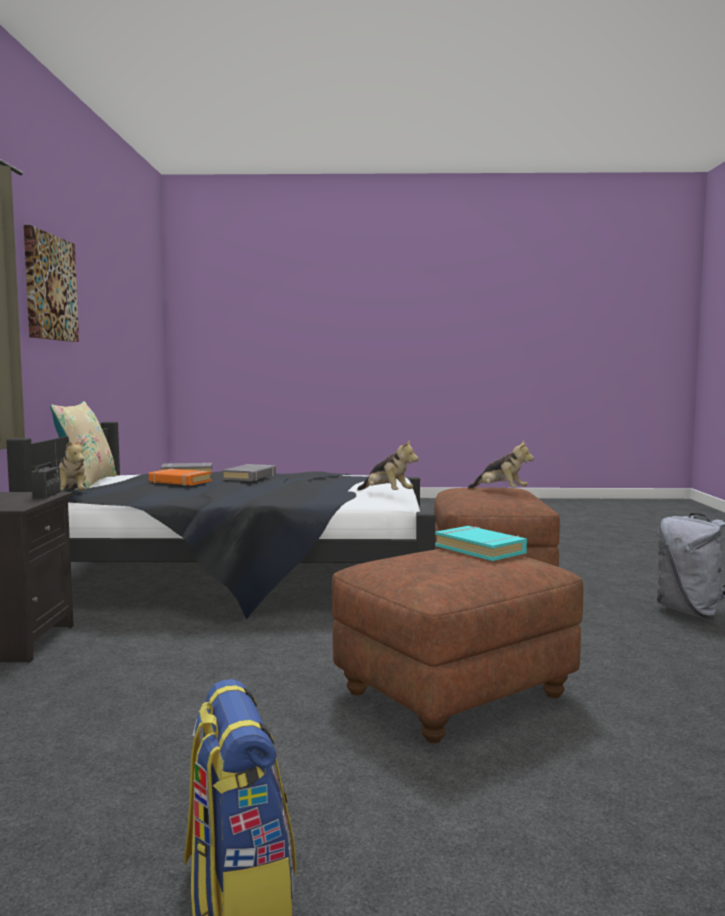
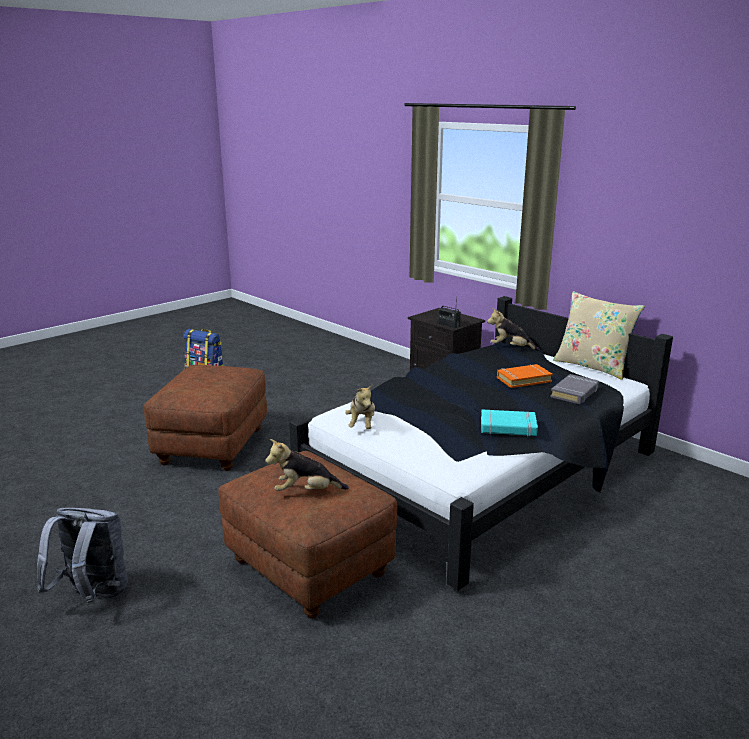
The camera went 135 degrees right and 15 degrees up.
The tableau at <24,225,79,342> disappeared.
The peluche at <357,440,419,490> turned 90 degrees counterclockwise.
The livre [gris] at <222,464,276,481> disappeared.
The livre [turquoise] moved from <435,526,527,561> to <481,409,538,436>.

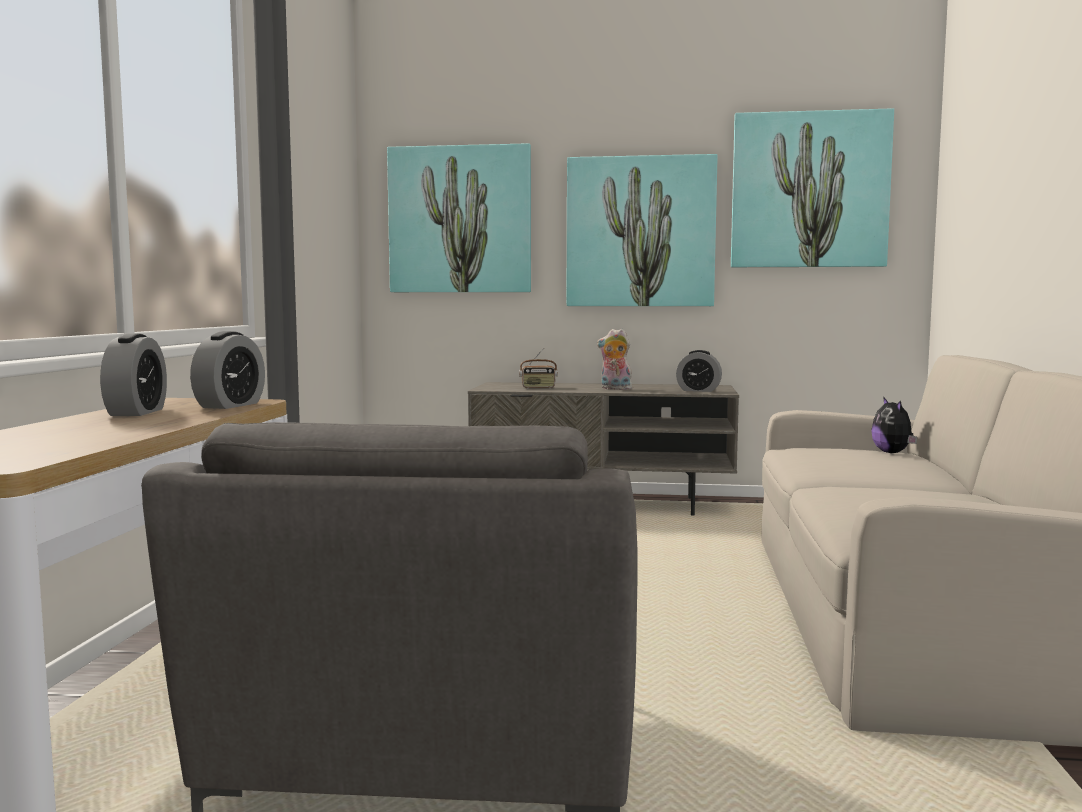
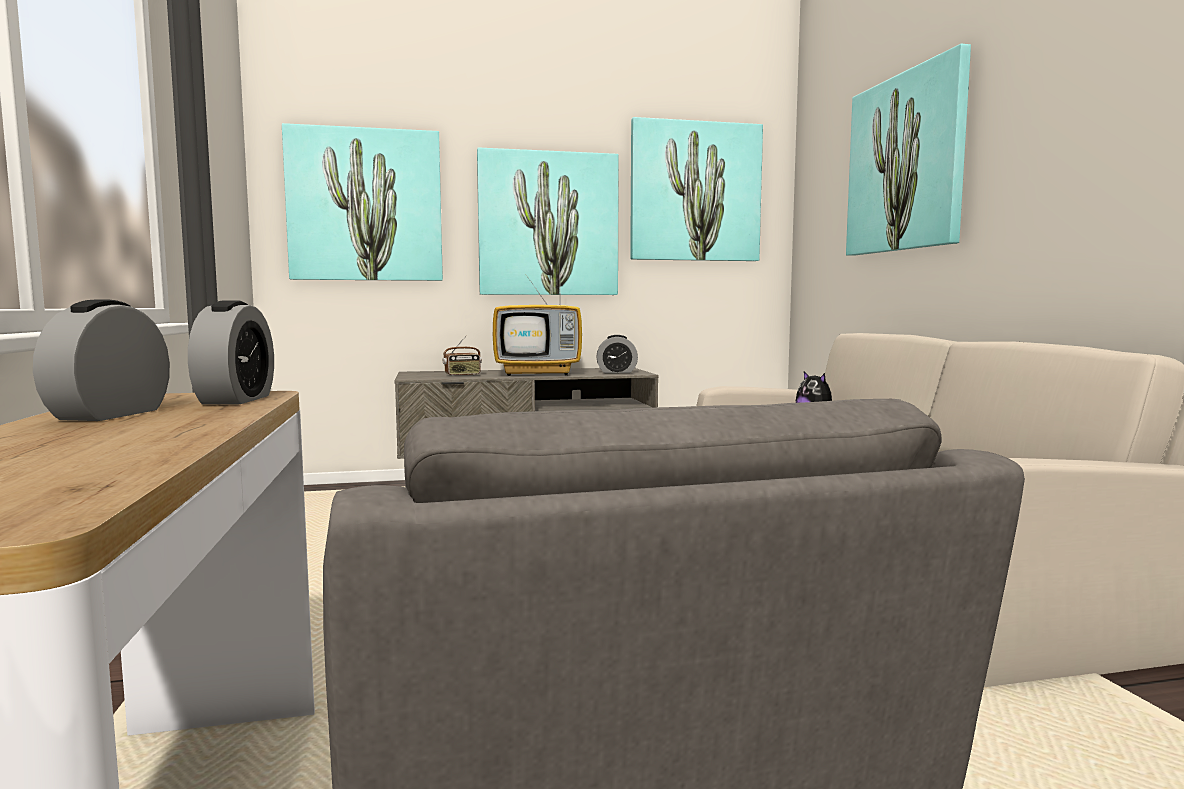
The camera went 20 degrees left and 0 degrees up.
The peluche at <597,329,632,390> was replaced by the téléviseur at <493,272,582,376>.
The réveil at <100,333,167,416> turned 150 degrees counterclockwise.
The tableau at <846,43,971,256> appeared.

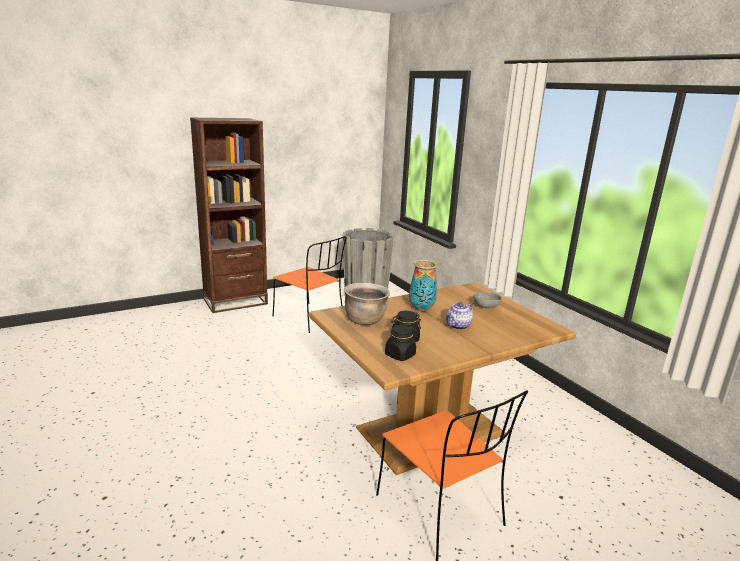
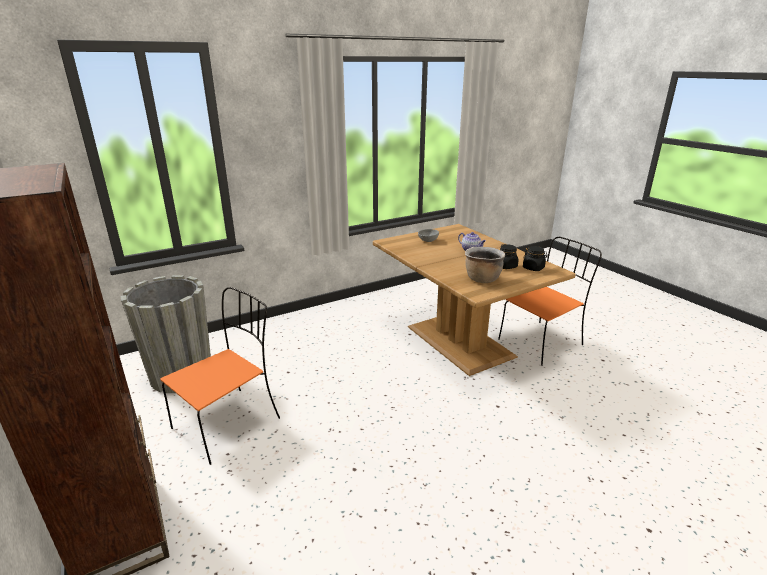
The camera went 90 degrees left and 5 degrees up.
The vase at <409,260,438,312> disappeared.

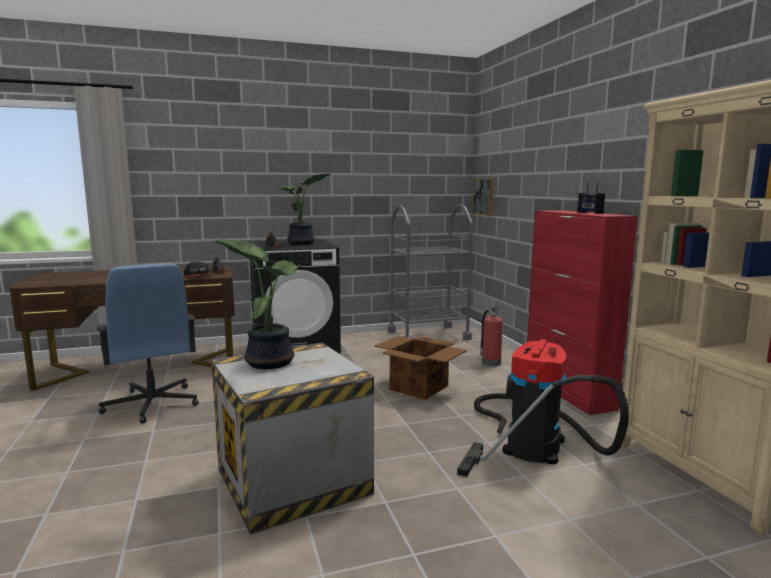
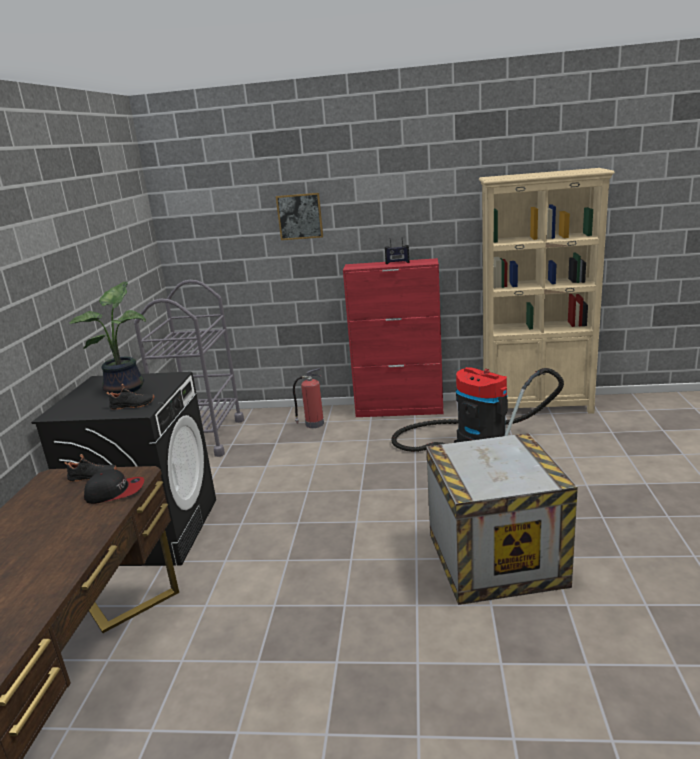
The camera went 65 degrees left and 10 degrees up.
The tableau moved from <472,179,493,216> to <276,193,323,240>.
The plante en pot at <214,239,301,369> disappeared.
The chaise de bureau [bleu] at <97,263,199,424> disappeared.
The carton at <374,336,467,400> disappeared.

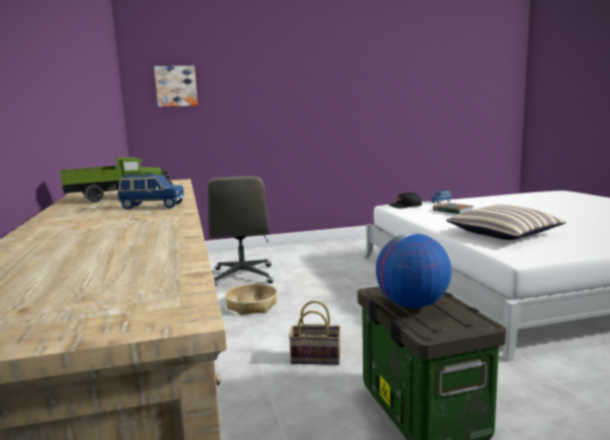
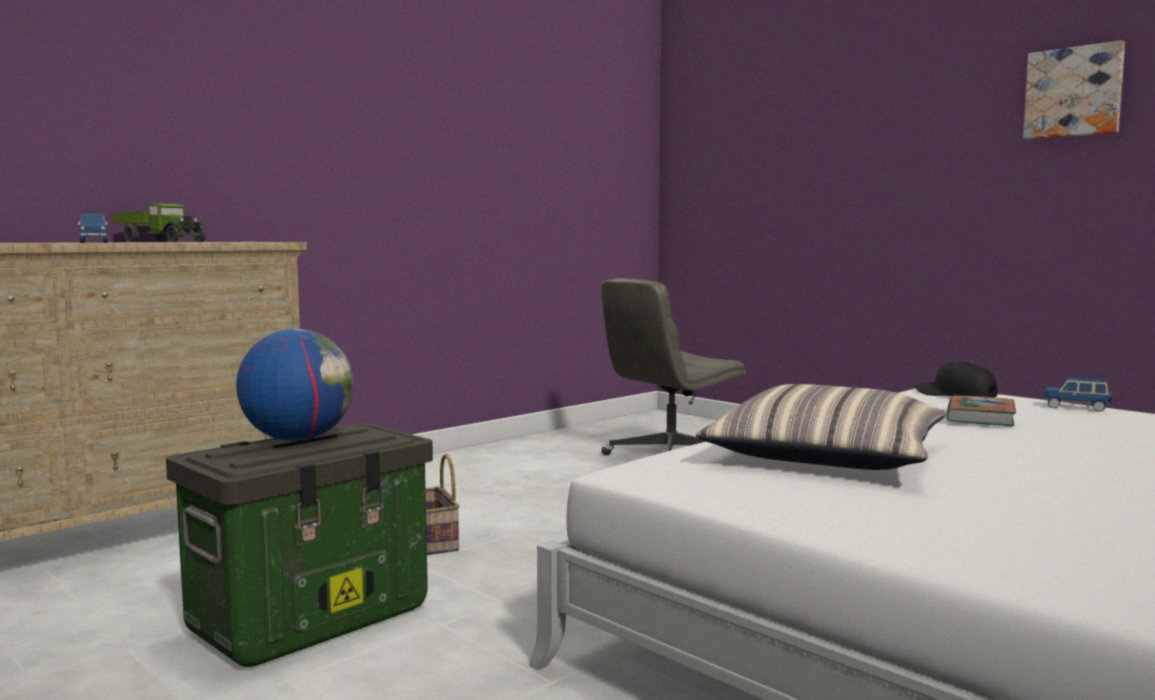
The camera went 60 degrees right and 5 degrees down.
The tableau moved from <154,66,198,107> to <1023,40,1125,140>.
The panier at <225,284,277,316> disappeared.

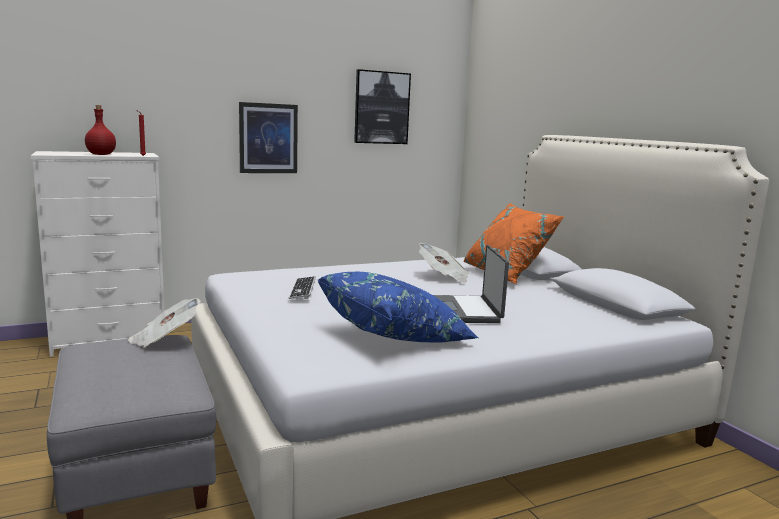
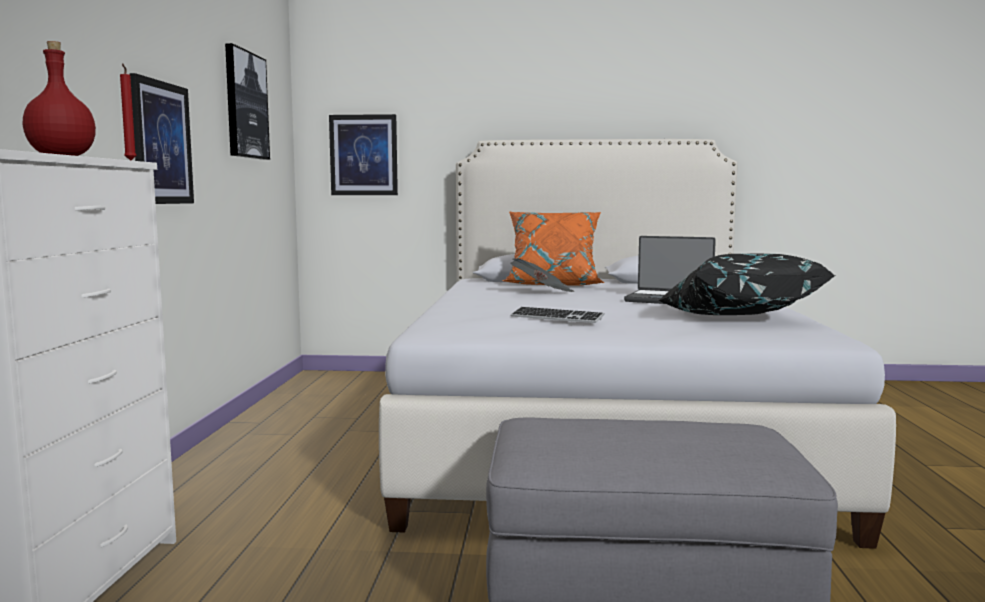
The camera went 60 degrees left and 5 degrees down.
The coussin [bleu] at <317,272,478,343> became the coussin [noir] at <658,254,836,315>.
The journal at <128,298,201,347> disappeared.
The tableau at <329,114,398,195> appeared.

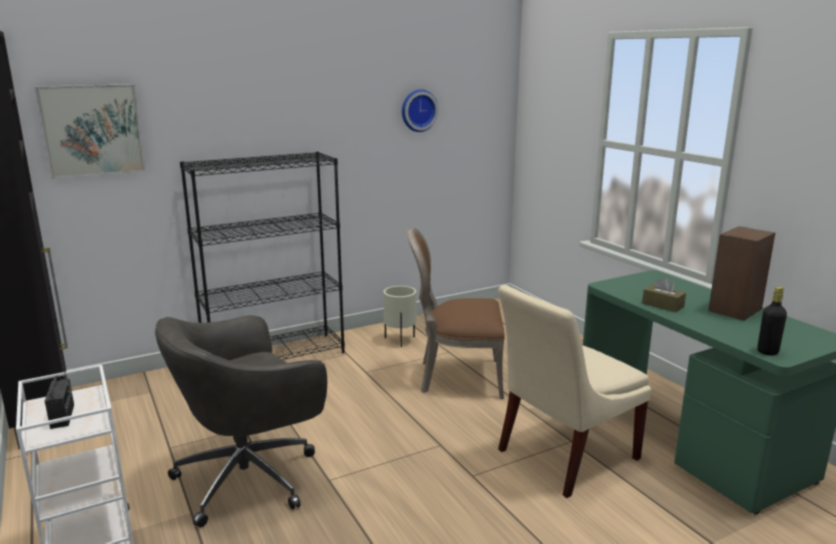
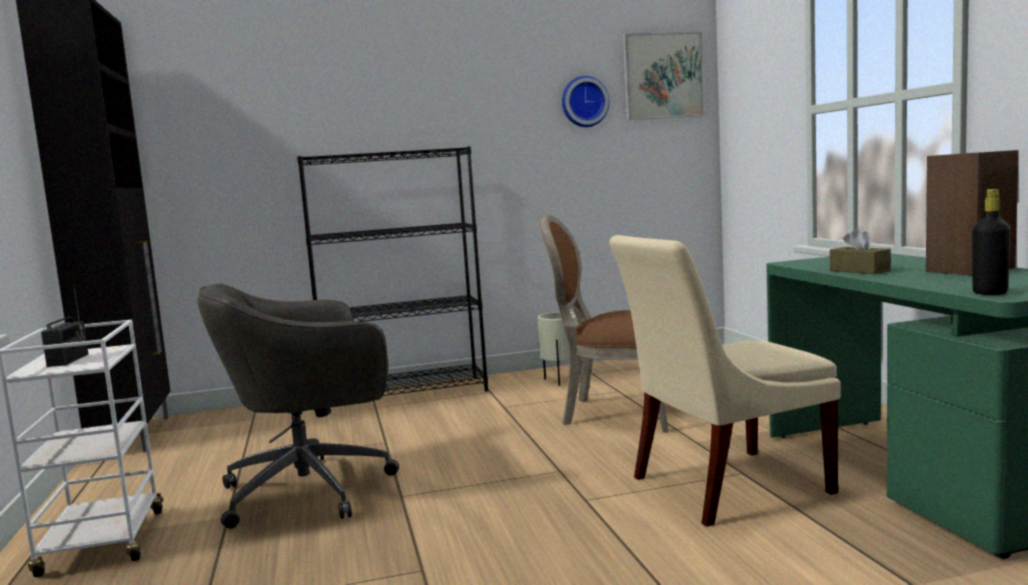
The camera went 15 degrees right and 10 degrees down.
The tableau moved from <35,84,146,179> to <623,32,705,120>.

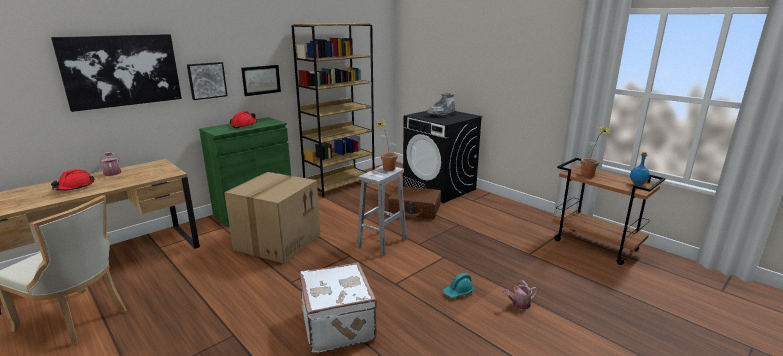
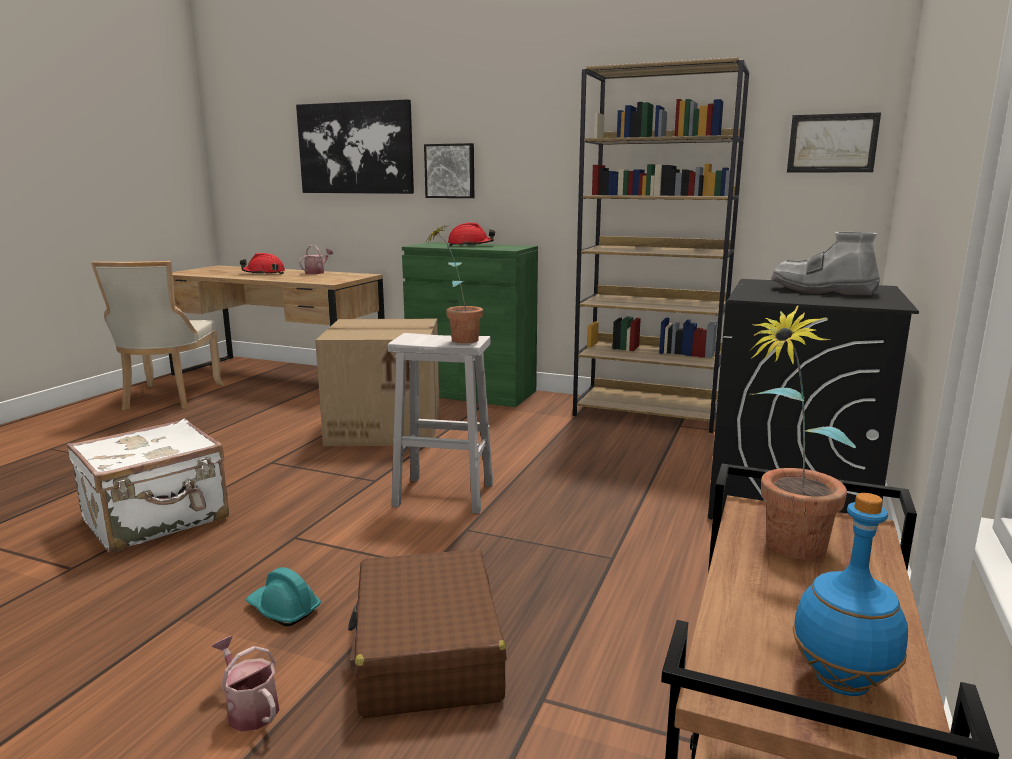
The camera went 65 degrees right and 5 degrees down.
The tableau moved from <241,65,281,96> to <787,112,881,173>.
The valise [marron] moved from <388,186,441,219> to <348,549,507,718>.

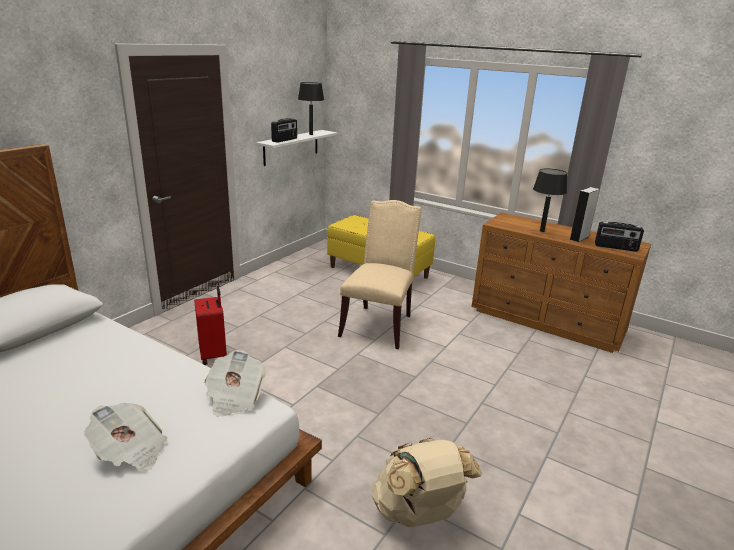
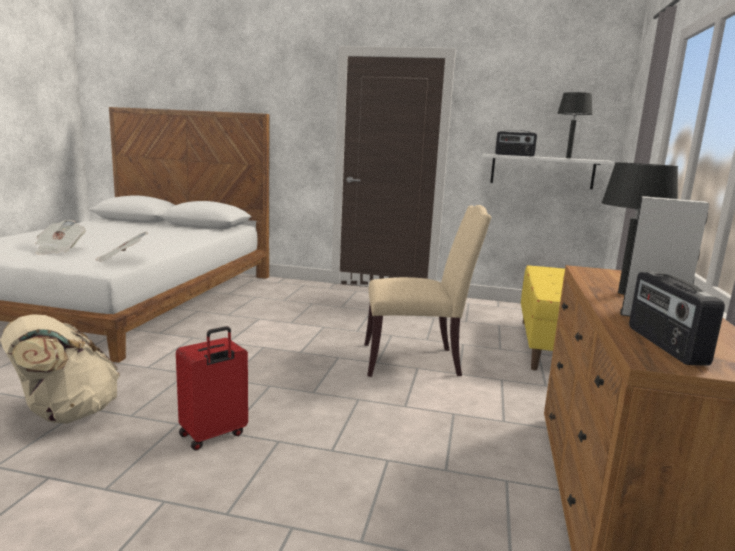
The camera went 70 degrees right and 10 degrees down.
The valise [rouge] moved from <194,286,227,365> to <176,326,248,451>.

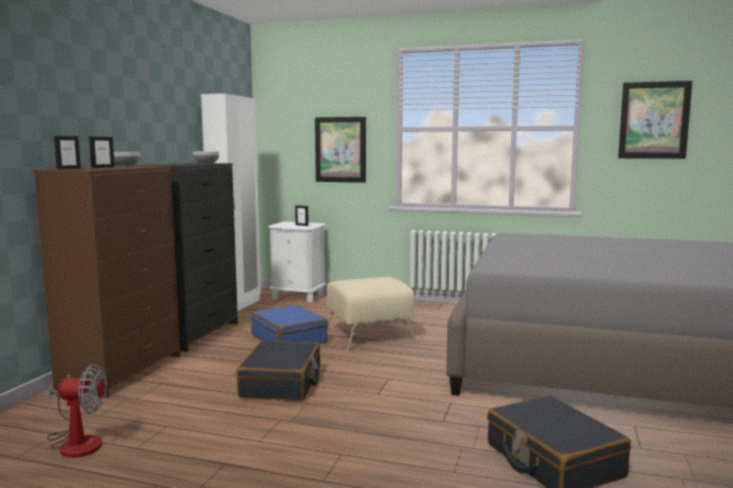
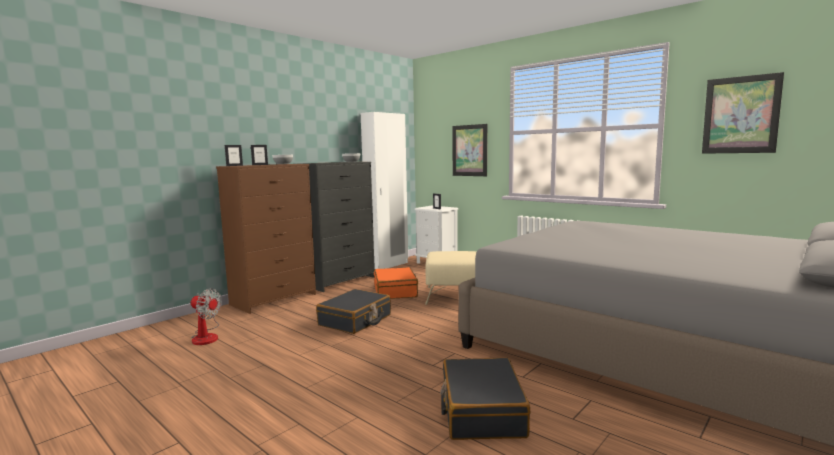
The camera went 25 degrees right and 0 degrees up.
The valise [bleu] at <251,305,328,344> became the valise [orange] at <374,267,418,299>.

